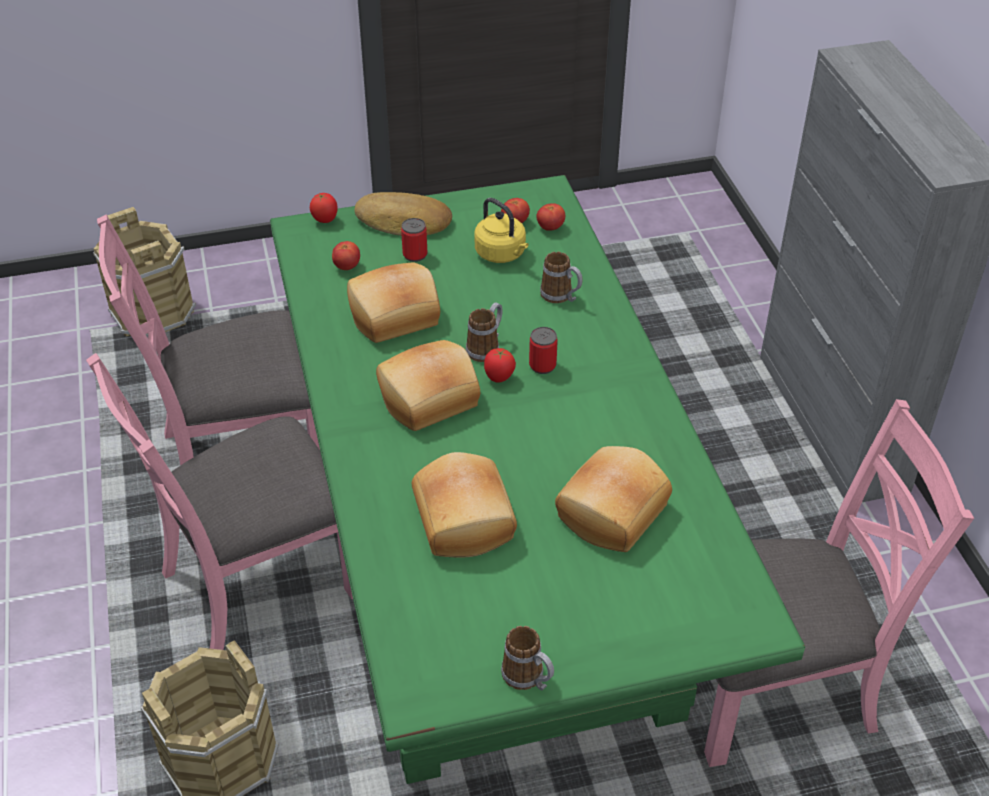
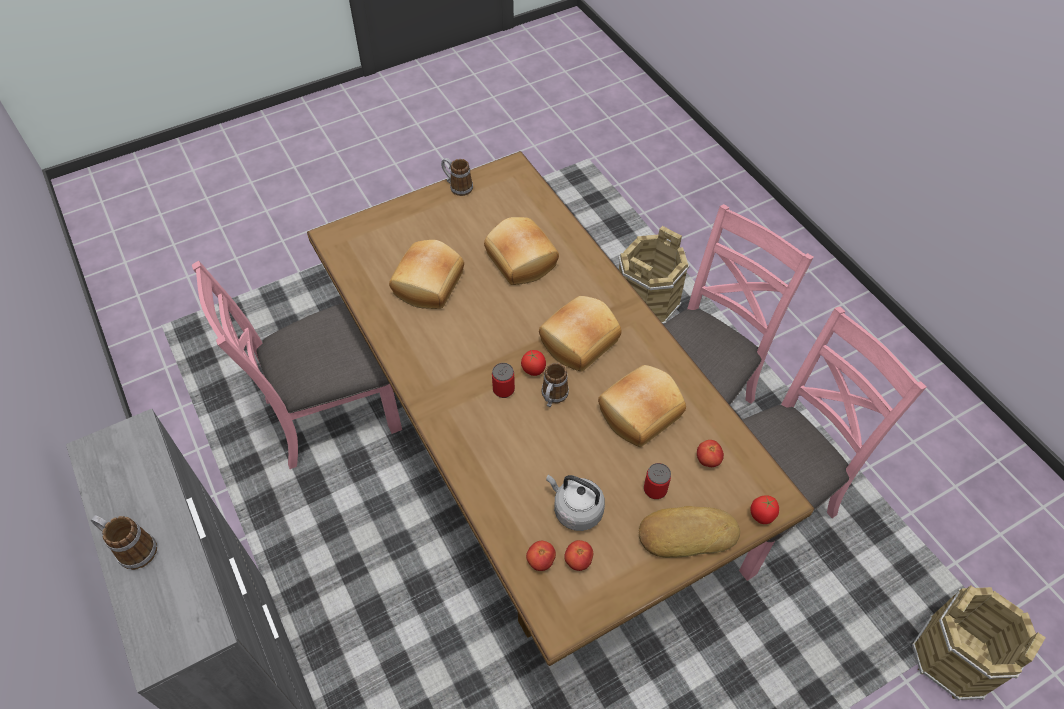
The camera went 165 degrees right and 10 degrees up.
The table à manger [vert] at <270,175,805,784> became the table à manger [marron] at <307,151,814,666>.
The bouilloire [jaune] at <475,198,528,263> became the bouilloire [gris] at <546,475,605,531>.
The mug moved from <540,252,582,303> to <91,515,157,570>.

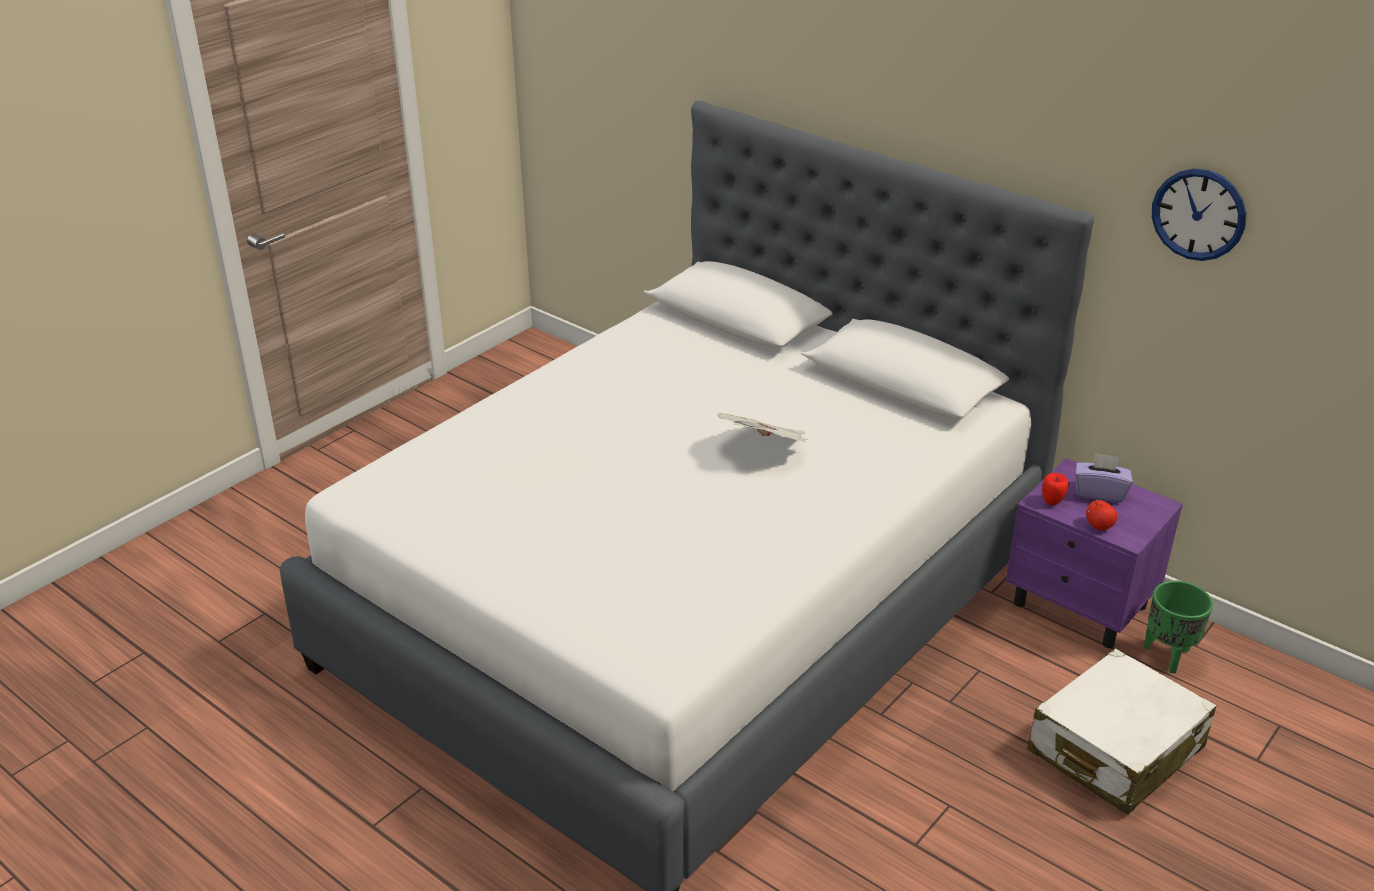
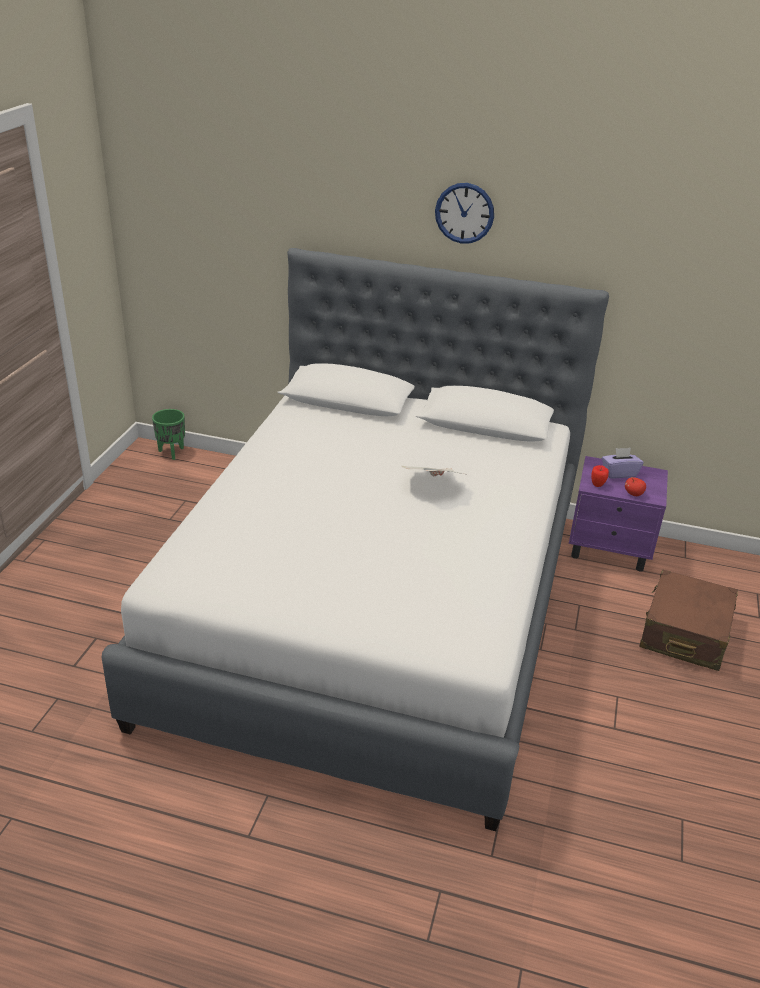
The camera went 25 degrees left and 0 degrees up.
The horloge murale moved from <1152,169,1246,261> to <435,183,494,244>.
The cache-pot [vert] moved from <1144,581,1213,673> to <152,409,185,460>.
The valise [blanc] at <1027,648,1216,815> became the valise [marron] at <639,570,738,671>.

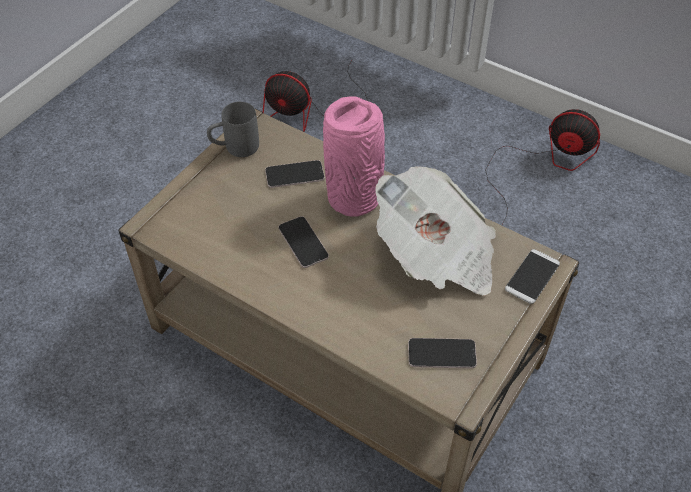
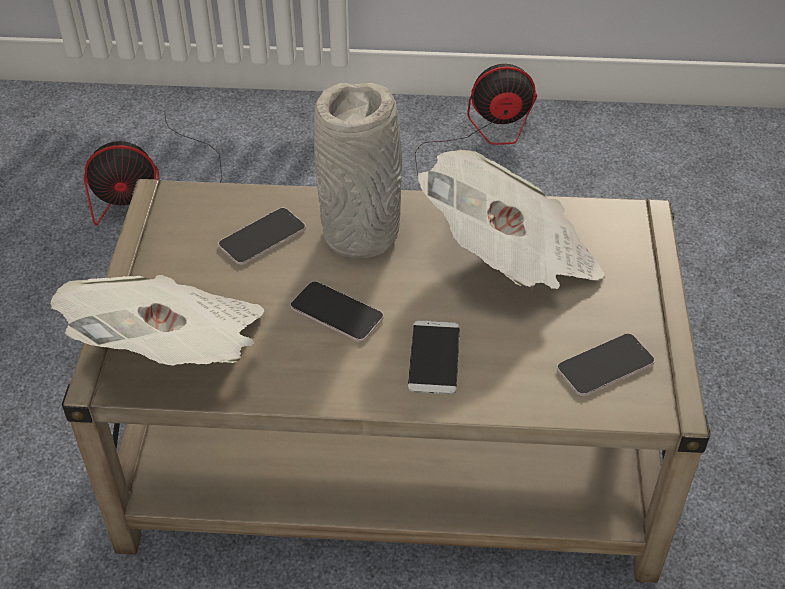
The camera went 30 degrees left and 5 degrees down.
The vase [rose] at <323,96,385,217> became the vase [gris] at <313,83,402,258>.
The mug [gris] at <207,102,259,157> disappeared.
The téléphone moved from <505,249,560,304> to <408,320,460,394>.
The journal at <51,275,264,366> appeared.

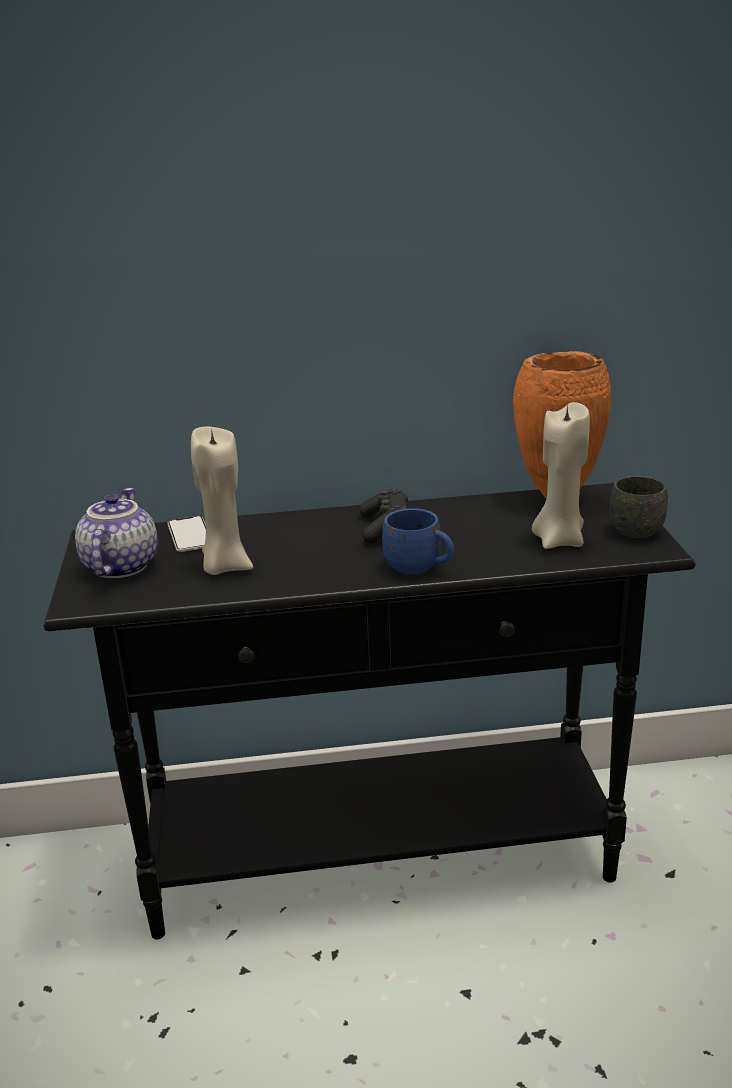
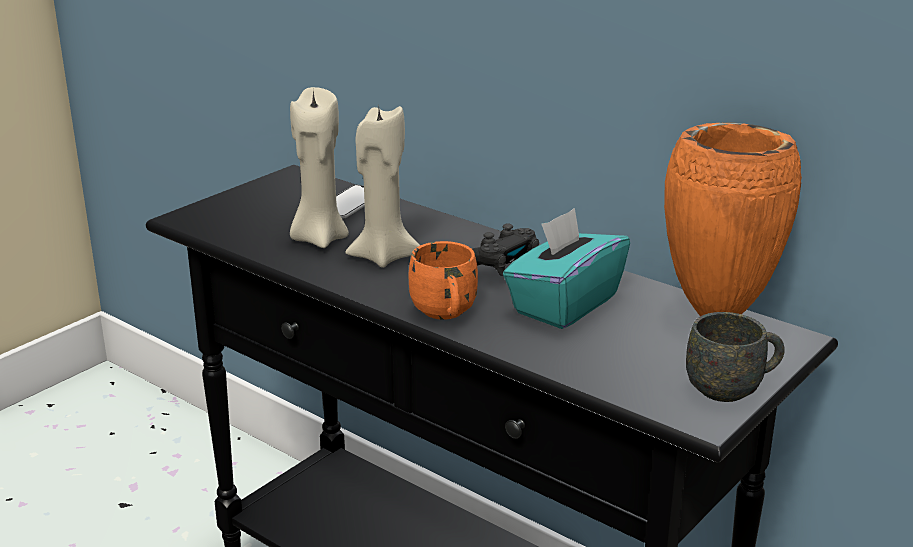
The camera went 45 degrees right and 0 degrees up.
The bougie [beige] moved from <532,402,590,549> to <345,106,420,268>.
The théière at <75,488,158,578> disappeared.
The mug [bleu] at <382,508,454,575> became the mug [orange] at <409,241,478,320>.
The boîte à mouchoirs [turquoise] at <503,208,630,329> appeared.

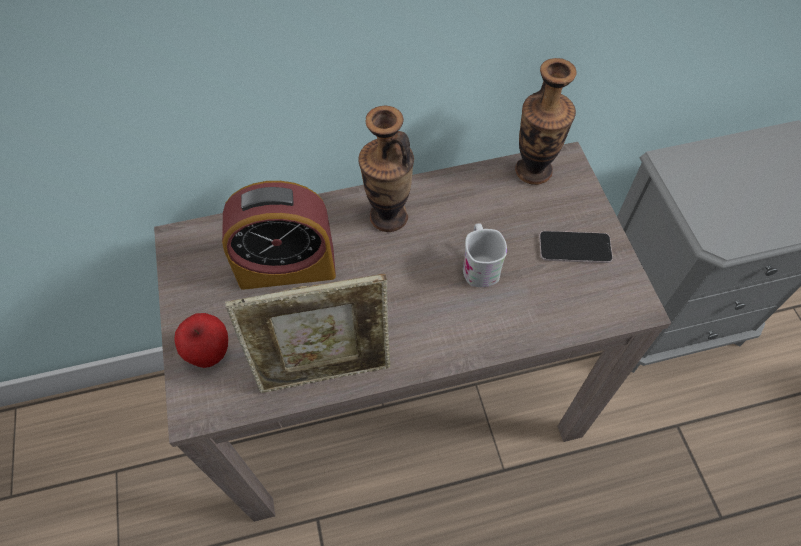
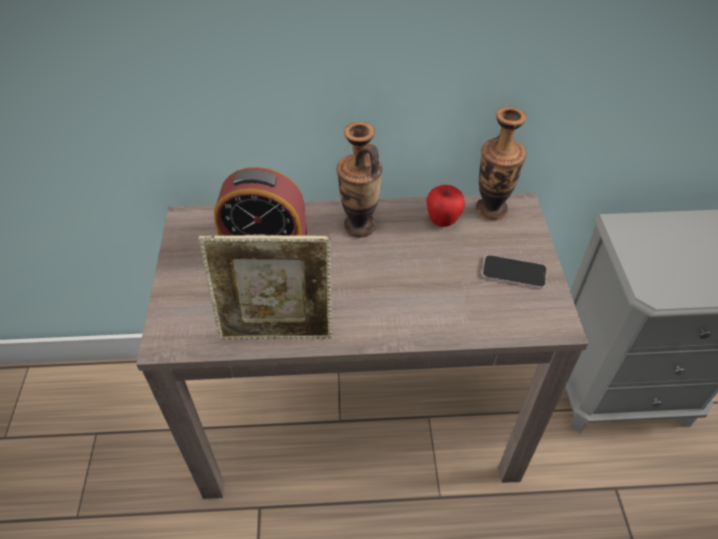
The camera went 10 degrees right and 10 degrees down.
The mug [blanc] at <463,223,507,287> disappeared.
The pomme moved from <174,313,228,368> to <427,185,465,227>.

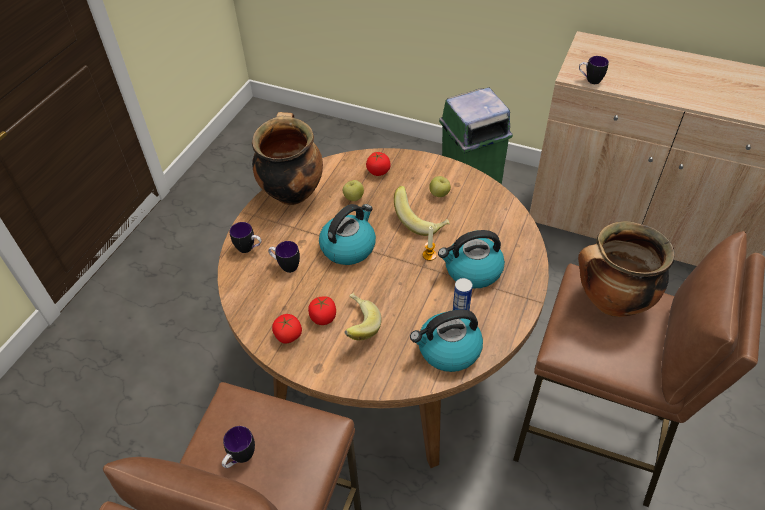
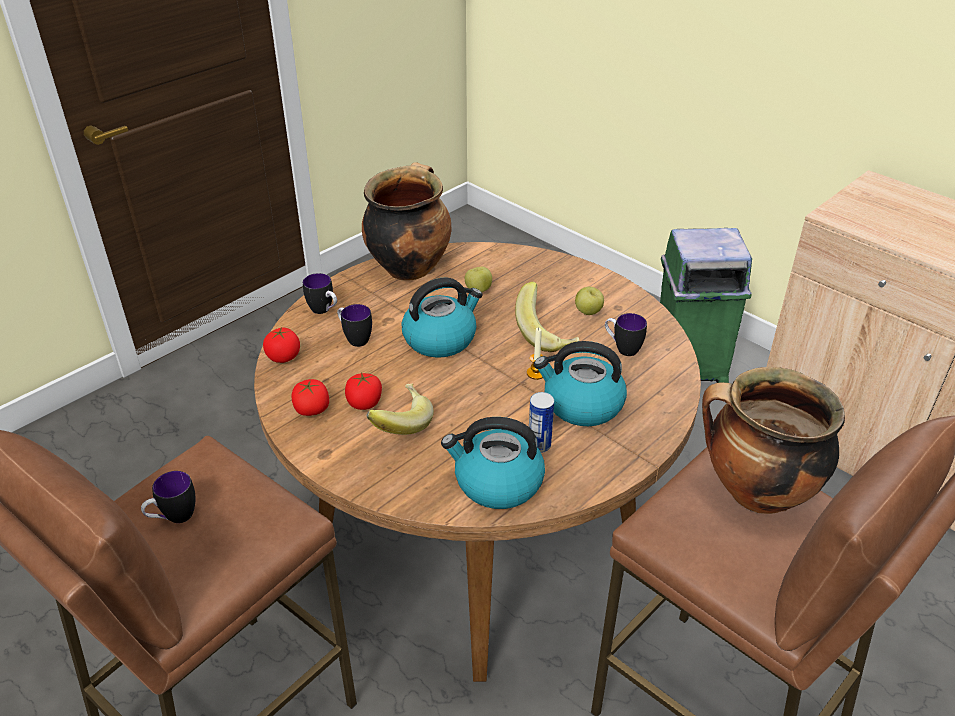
The camera went 20 degrees right and 10 degrees down.
The mug moved from <579,56,609,84> to <605,313,647,356>.
The tomate moved from <366,152,391,176> to <263,327,300,363>.

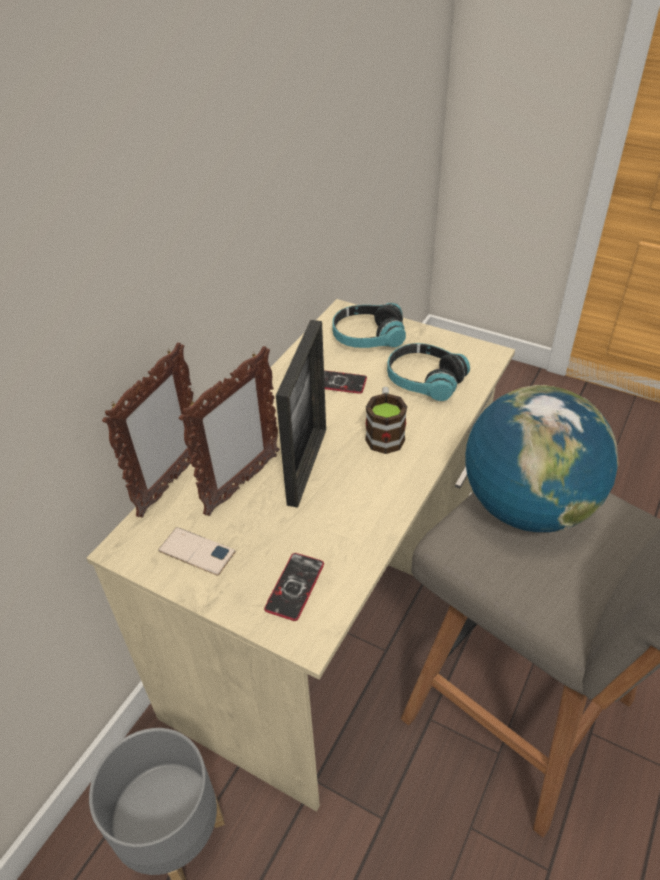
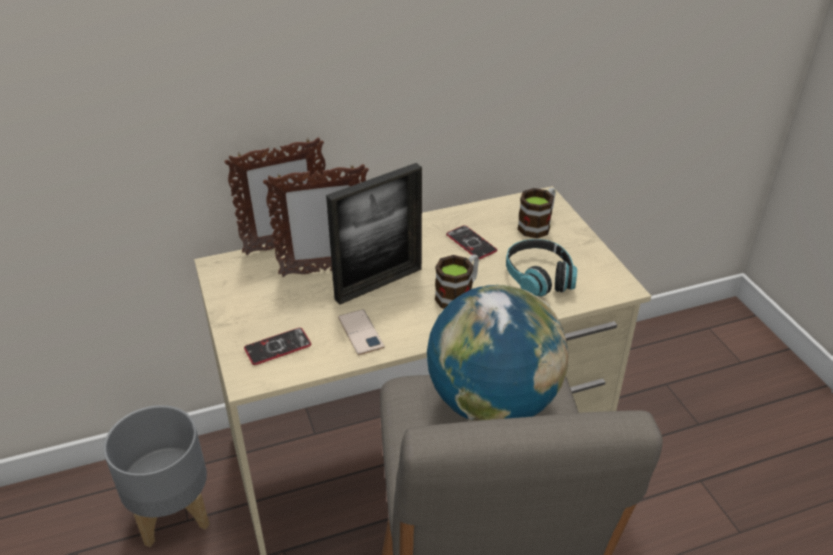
The camera went 40 degrees right and 5 degrees down.
The casque audio at <332,303,406,348> was replaced by the mug at <517,188,556,238>.
The téléphone moved from <158,527,236,575> to <338,309,385,355>.

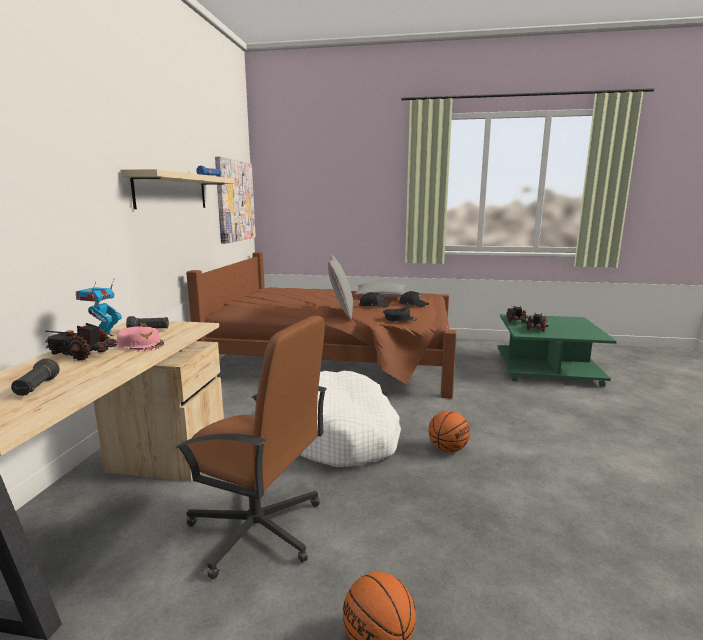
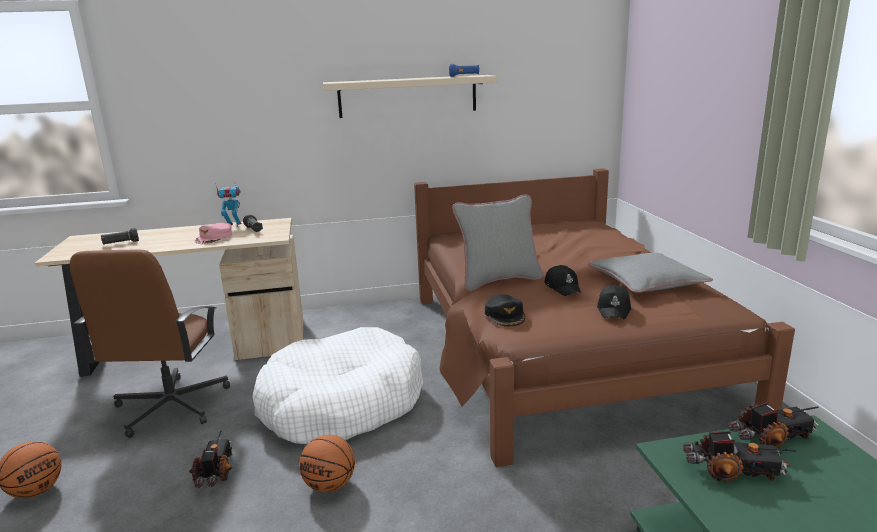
The camera went 70 degrees right and 5 degrees up.
The tableau at <215,156,256,244> disappeared.
The camion jouet moved from <44,323,117,361> to <189,431,232,488>.

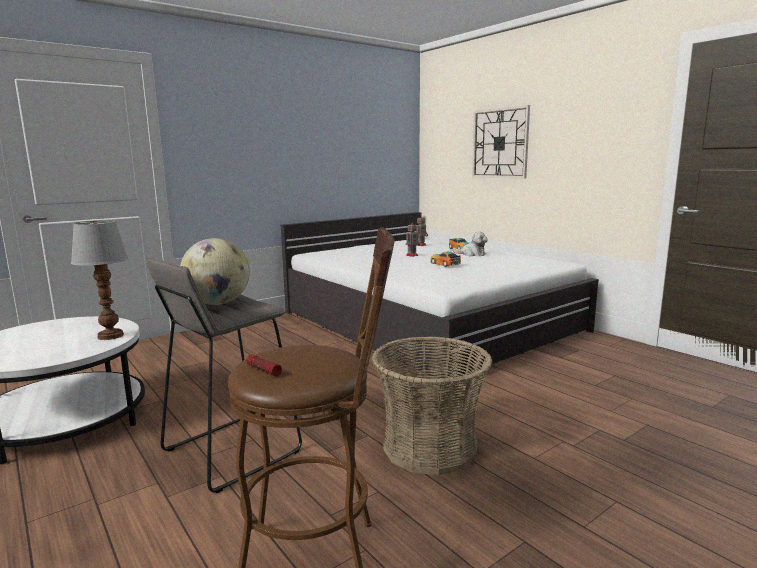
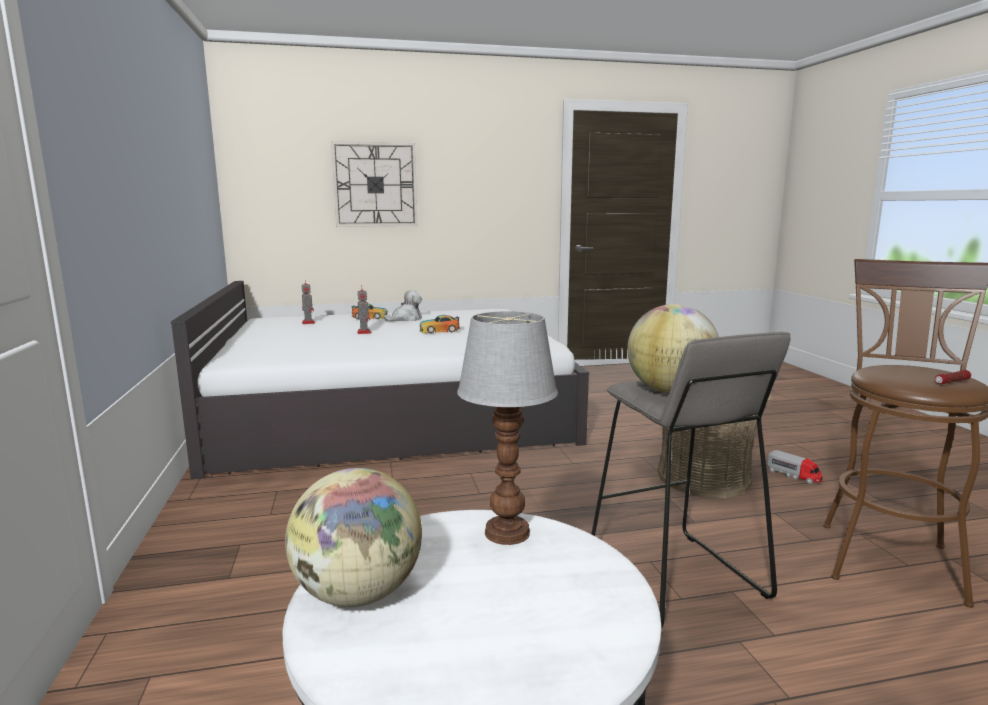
The camera went 65 degrees left and 0 degrees up.
The camion jouet at <767,450,823,484> appeared.
The globe at <285,468,422,607> appeared.

